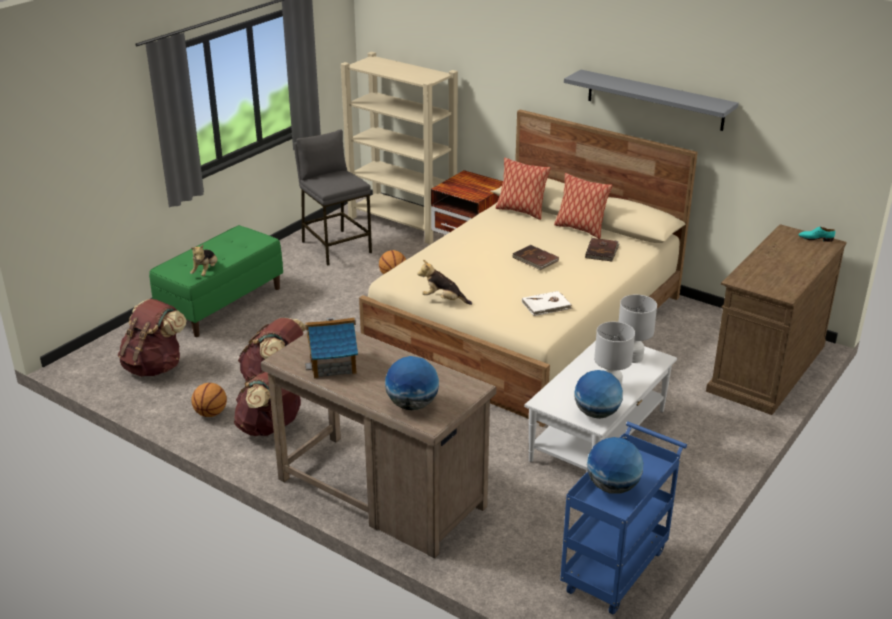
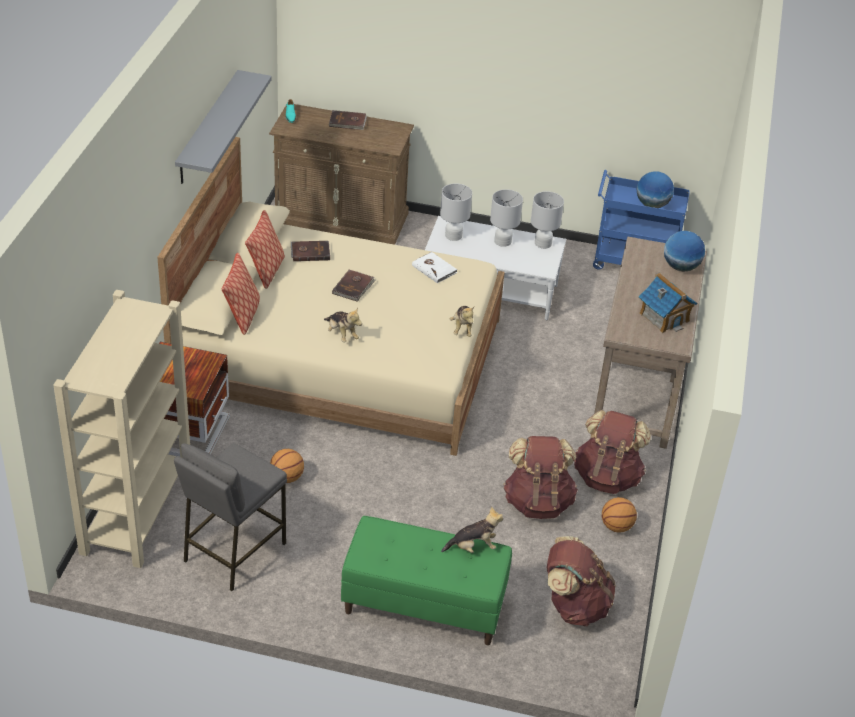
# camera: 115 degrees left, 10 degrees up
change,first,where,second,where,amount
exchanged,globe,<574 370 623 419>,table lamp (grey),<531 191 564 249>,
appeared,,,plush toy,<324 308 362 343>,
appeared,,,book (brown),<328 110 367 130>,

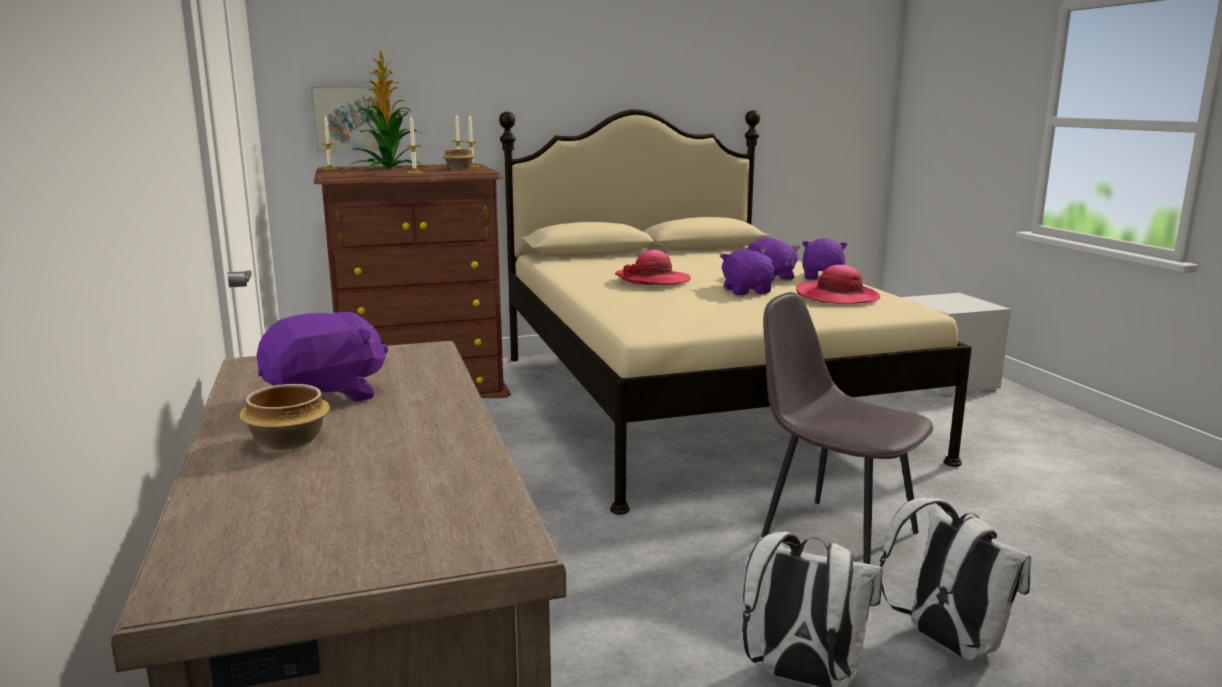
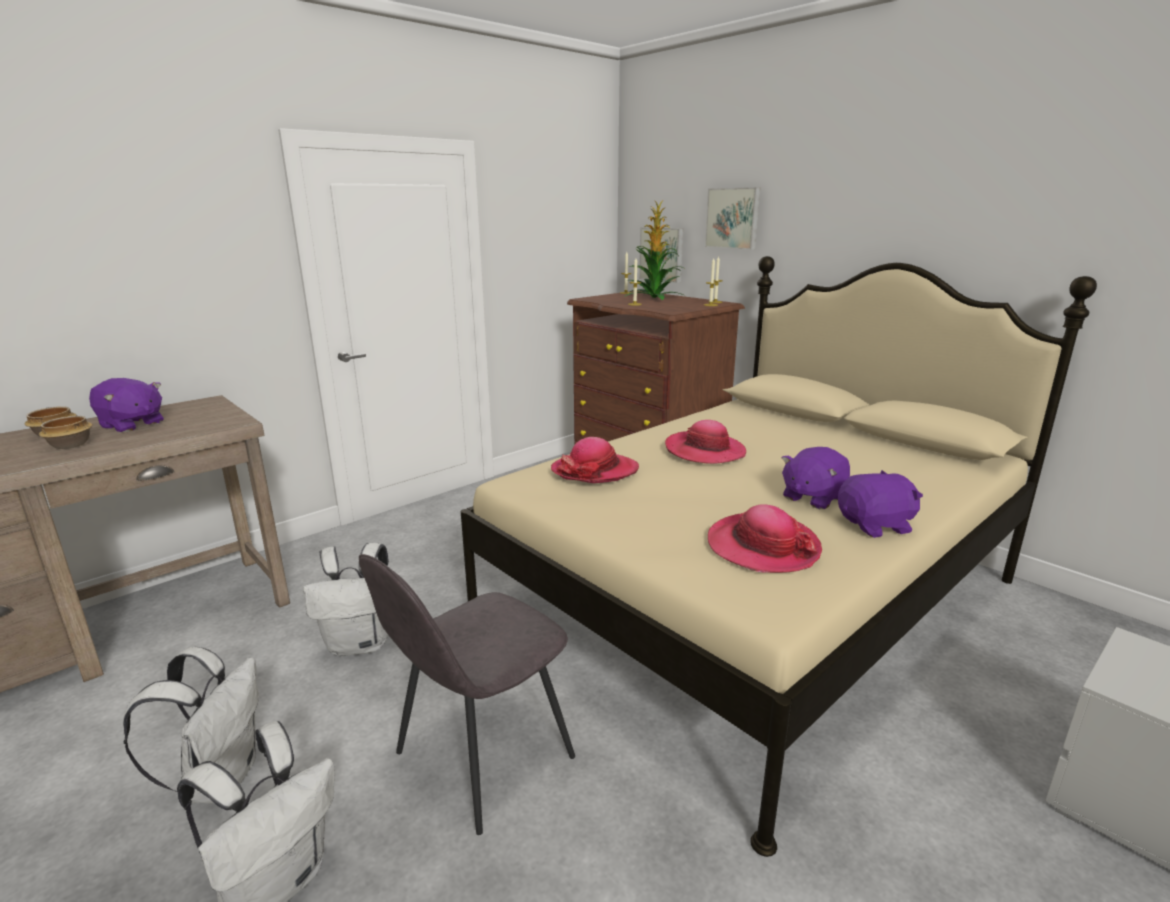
# camera: 65 degrees right, 5 degrees up
change,first,where,second,where,amount
relocated,bowl,<443 149 475 170>,,<39 416 93 449>,
missing,plush toy (purple),<720 249 774 295>,,,
spun,chair (grey),<761 292 933 564>,,<359 554 575 835>,150 degrees counterclockwise
appeared,,,backpack (white),<303 543 389 656>,
appeared,,,hat,<551 437 639 483>,
appeared,,,picture,<705 187 761 250>,

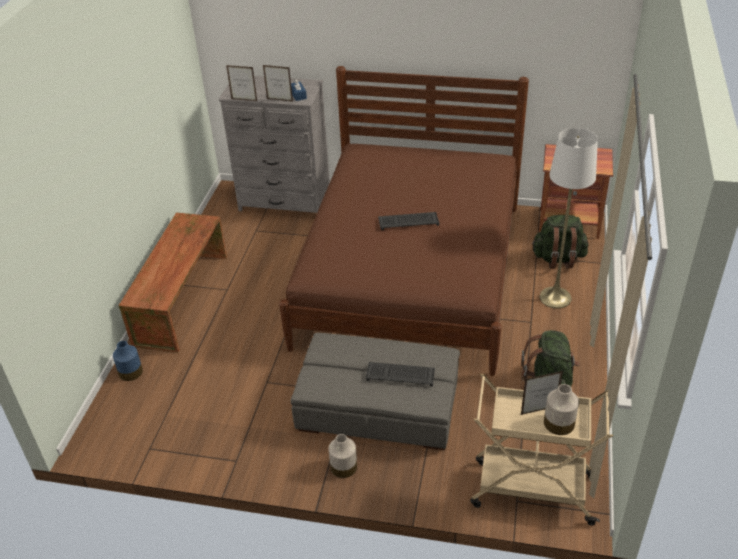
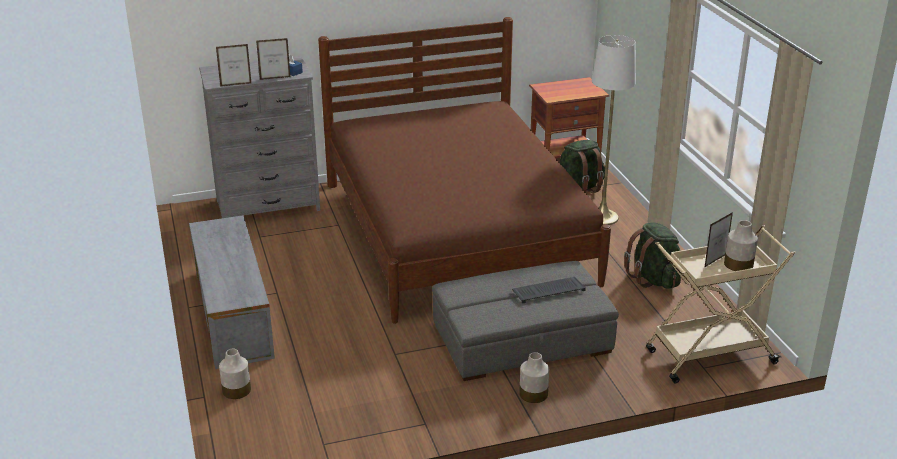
# camera: 30 degrees left, 10 degrees down
change,first,where,second,where,amount
colour,vase (blue),<113 341 143 381>,vase (beige),<219 349 251 399>,
colour,bench (brown),<118 213 227 353>,bench (grey),<189 215 275 369>,
missing,keyboard,<378 212 439 230>,,,

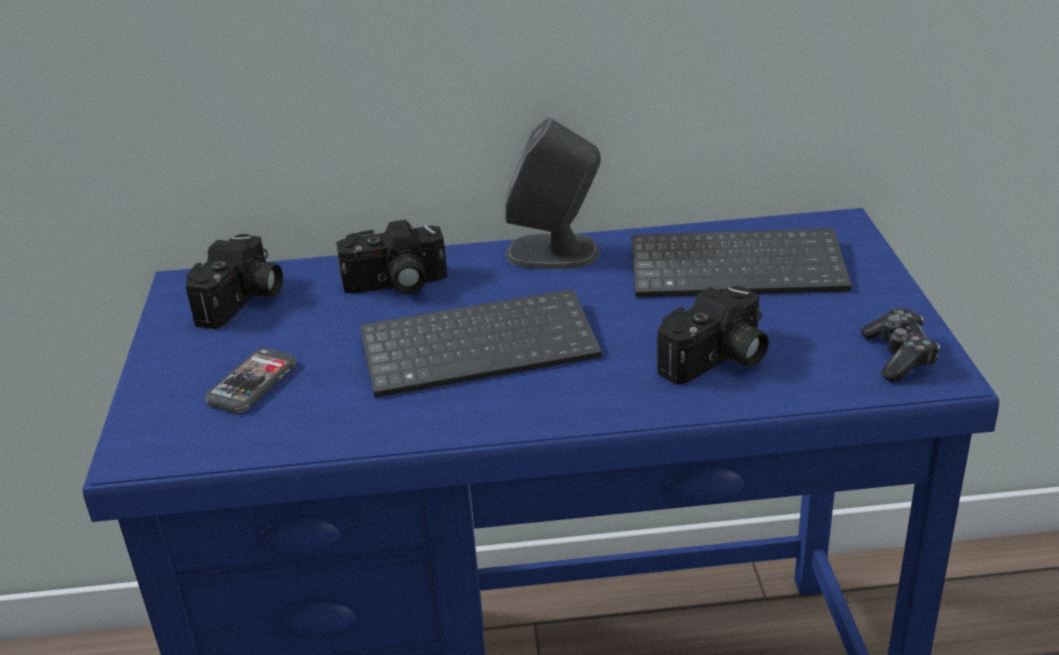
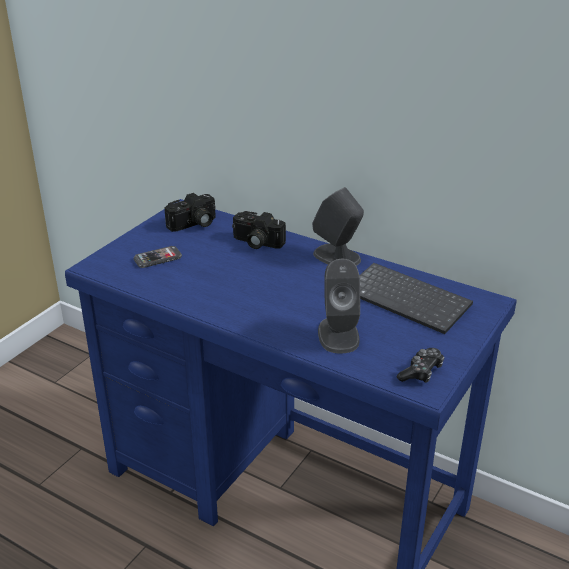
# camera: 35 degrees right, 0 degrees up
change,first,where,second,where,amount
missing,keyboard,<360 289 602 398>,,,
exchanged,photo camera,<657 286 769 385>,speaker (grey),<318 259 360 353>,

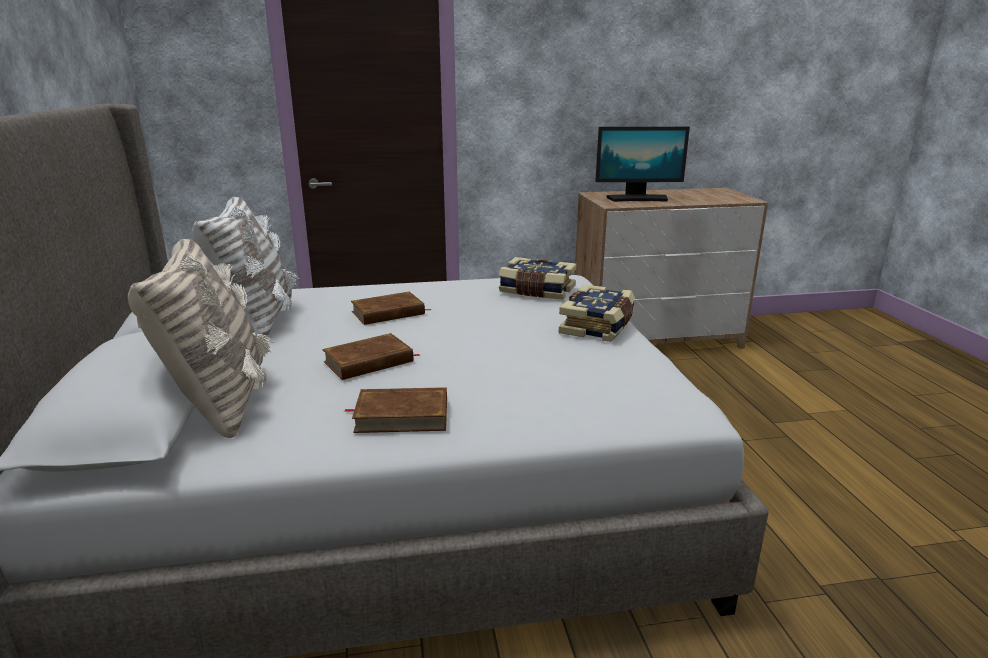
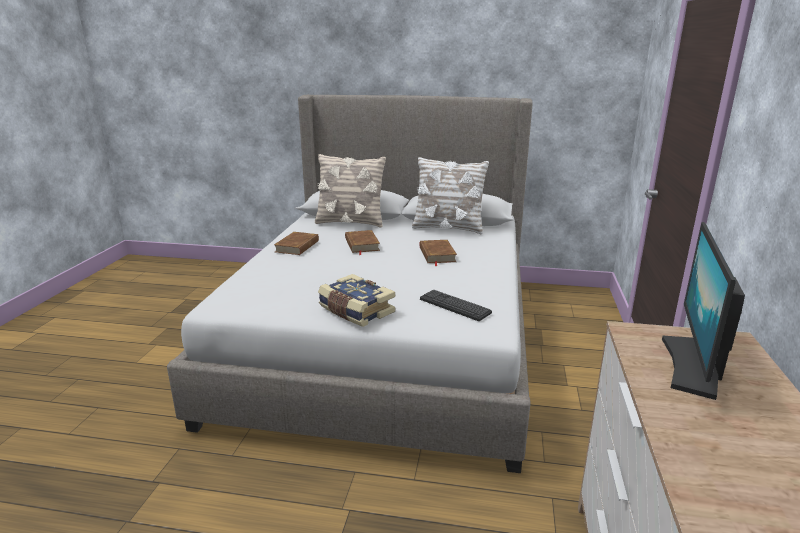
# camera: 110 degrees right, 0 degrees up
change,first,where,second,where,amount
exchanged,book,<499 257 577 300>,keyboard,<420 289 492 321>,

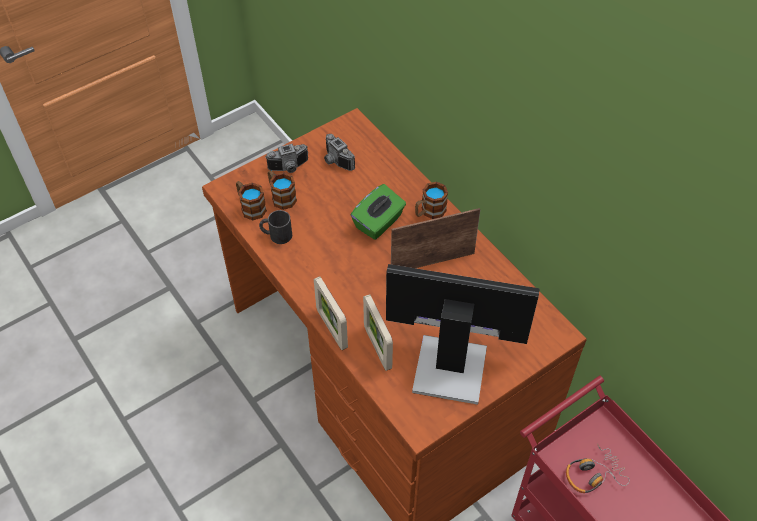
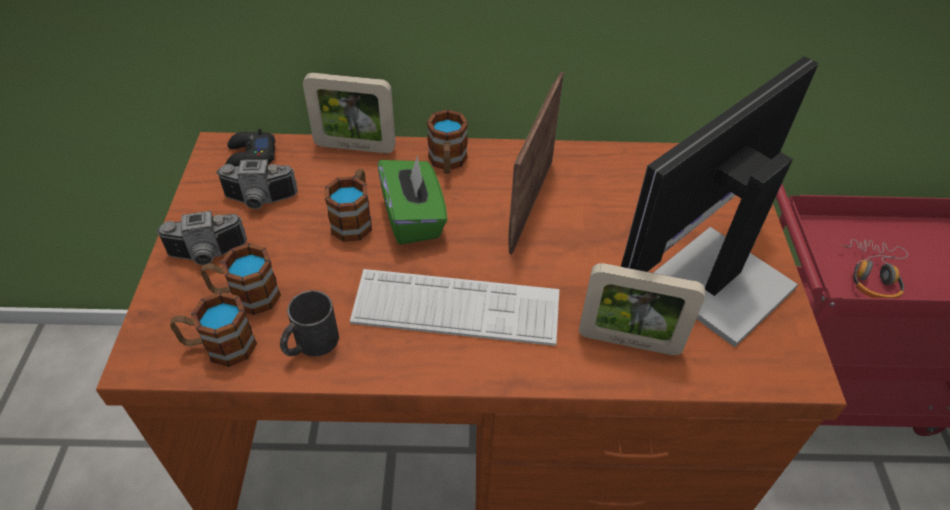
# camera: 55 degrees left, 5 degrees down
change,first,where,second,where,amount
spun,photo camera,<265 144 308 173>,,<156 211 247 265>,60 degrees clockwise
relocated,picture frame,<314 276 348 350>,,<303 73 396 153>,
appeared,,,game controller (black),<225 128 275 166>,
appeared,,,mug,<325 169 372 242>,
appeared,,,keyboard,<350 269 559 346>,

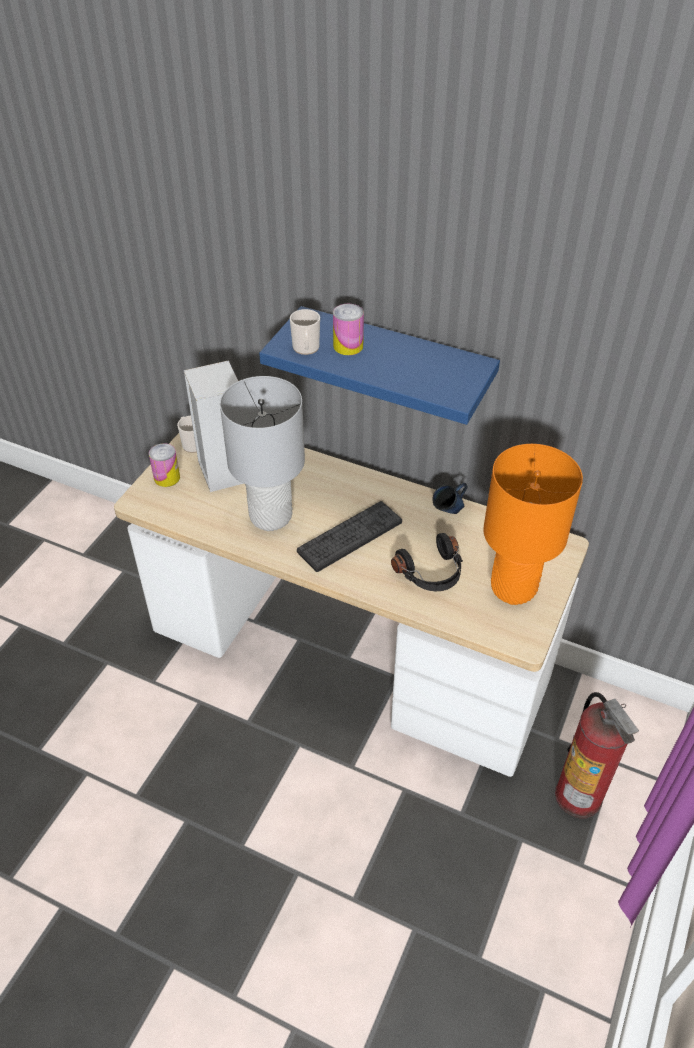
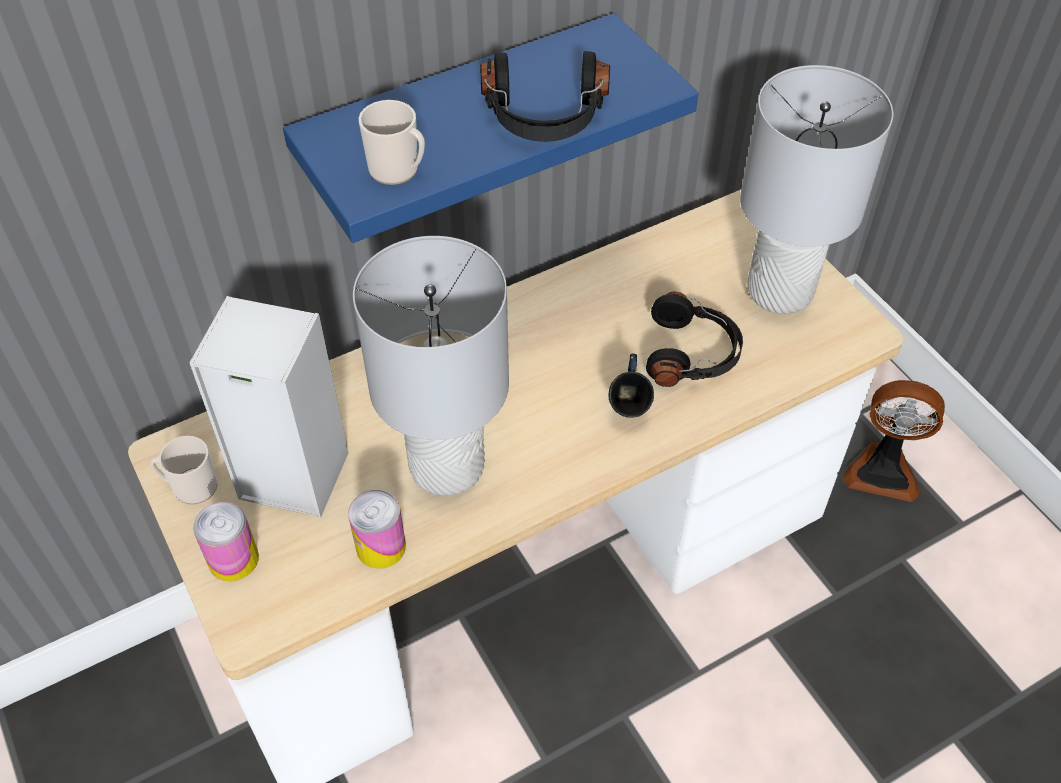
# camera: 55 degrees left, 5 degrees up
change,first,where,second,where,amount
missing,keyboard,<297 501 402 572>,,,
relocated,can,<333 304 364 355>,,<348 490 406 569>,
relocated,mug (blue),<432 483 468 514>,,<609 353 654 418>,
colour,table lamp (orange),<483 444 583 605>,table lamp (grey),<740 65 893 314>,
exchanged,fire extinguisher,<555 692 639 818>,fan,<844 380 945 502>,
appeared,,,headphones (black),<480 51 610 142>,

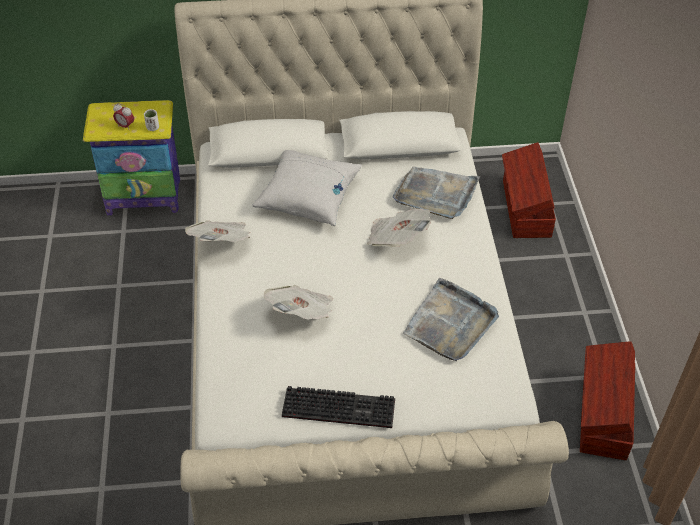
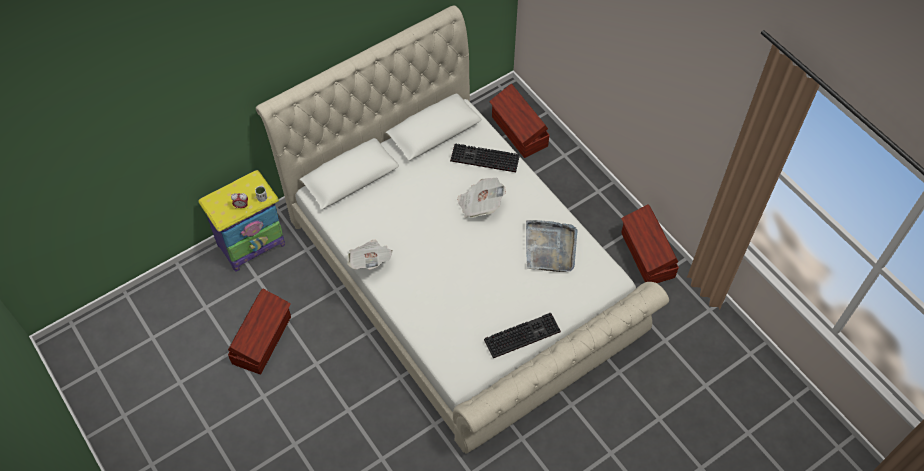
# camera: 30 degrees left, 10 degrees up
change,first,where,second,where,amount
missing,pillow (grey),<252 150 362 226>,,,
missing,newspaper,<264 285 333 320>,,,
exchanged,tray (grey),<393 166 480 219>,keyboard,<450 143 520 172>,
appeared,,,storage box (brown),<228 288 291 374>,

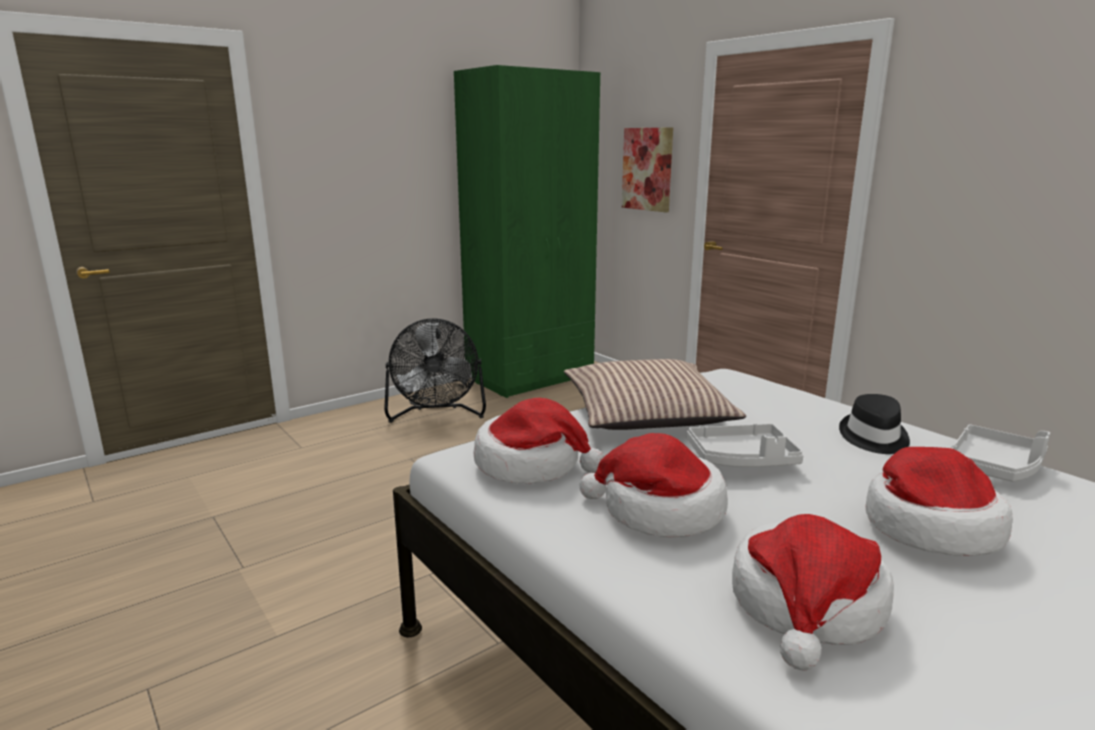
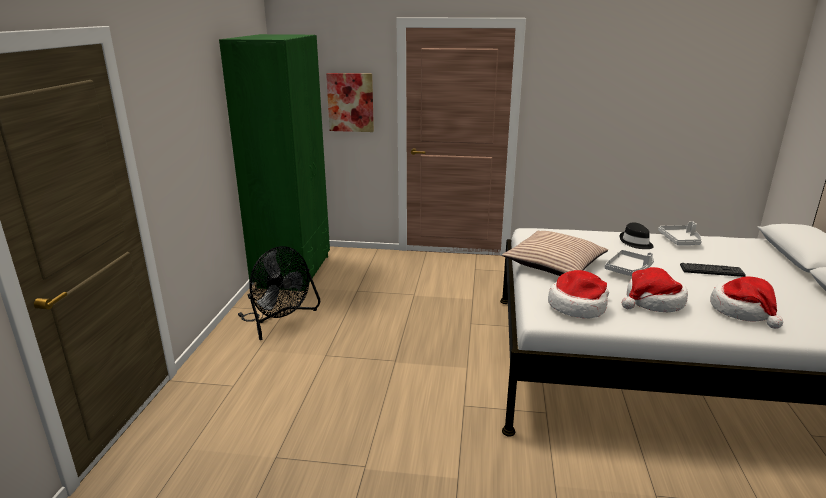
# camera: 45 degrees left, 5 degrees up
change,first,where,second,where,amount
exchanged,hat,<866 447 1013 556>,keyboard,<680 263 746 277>,

